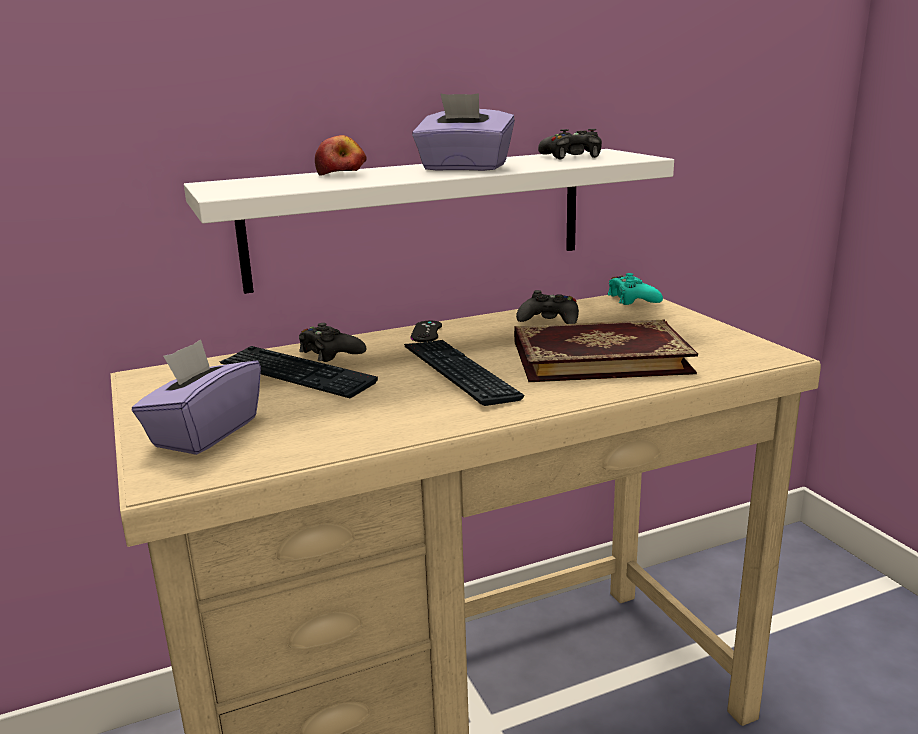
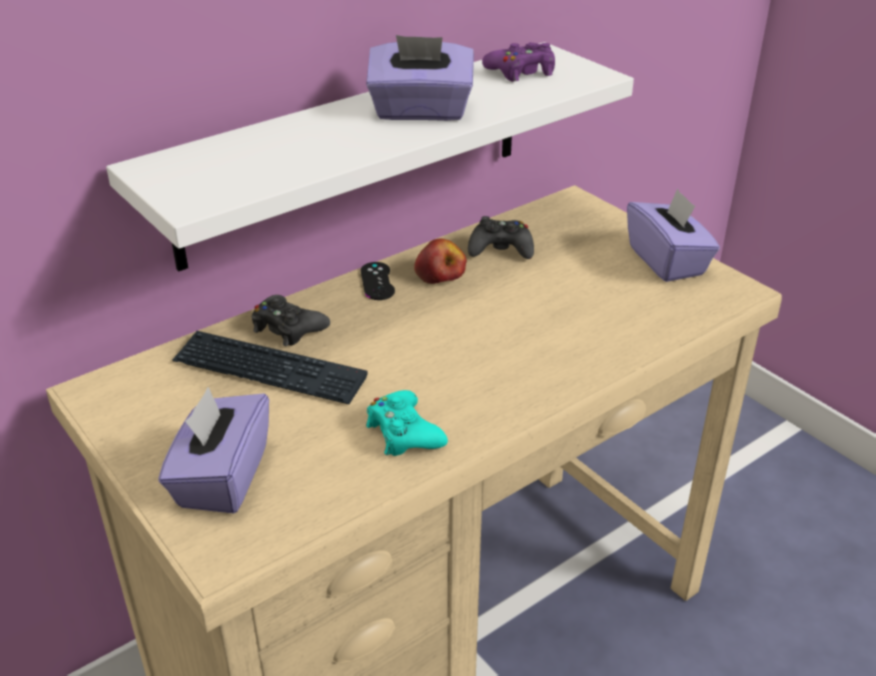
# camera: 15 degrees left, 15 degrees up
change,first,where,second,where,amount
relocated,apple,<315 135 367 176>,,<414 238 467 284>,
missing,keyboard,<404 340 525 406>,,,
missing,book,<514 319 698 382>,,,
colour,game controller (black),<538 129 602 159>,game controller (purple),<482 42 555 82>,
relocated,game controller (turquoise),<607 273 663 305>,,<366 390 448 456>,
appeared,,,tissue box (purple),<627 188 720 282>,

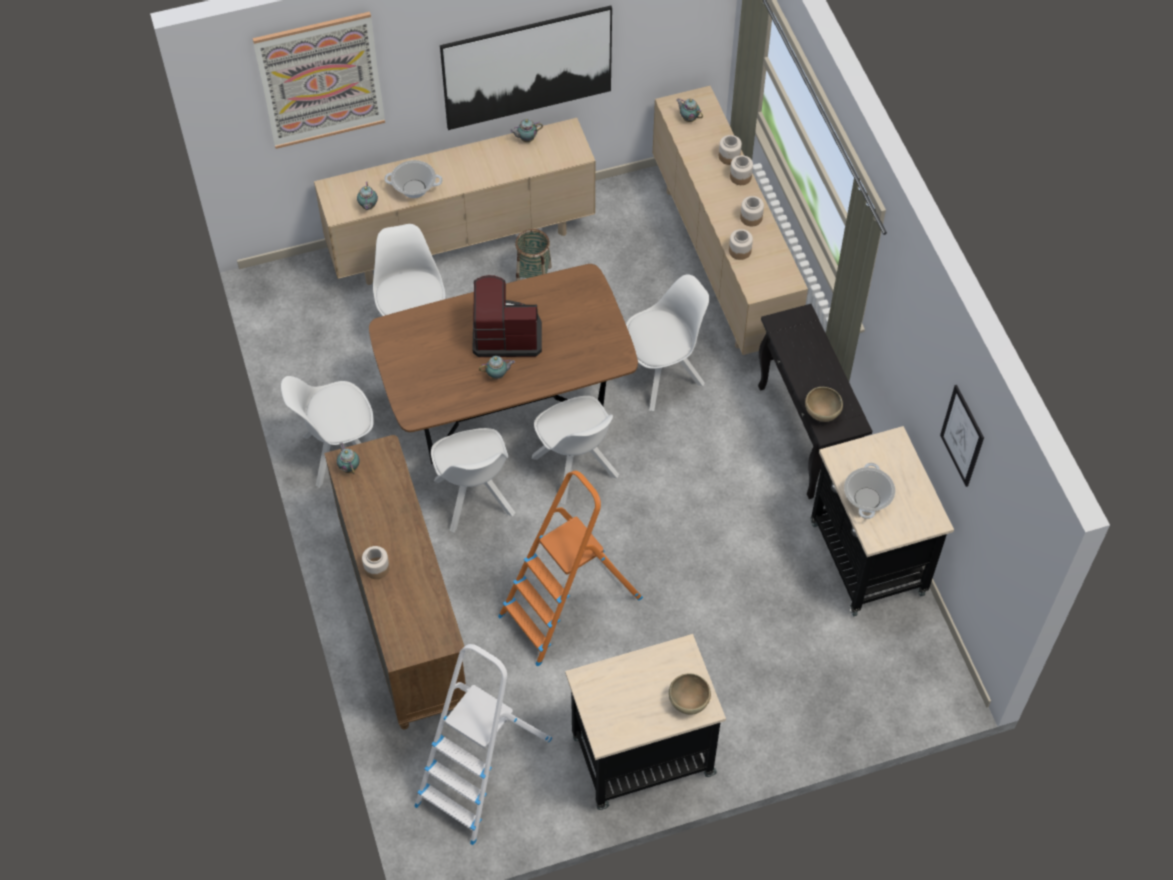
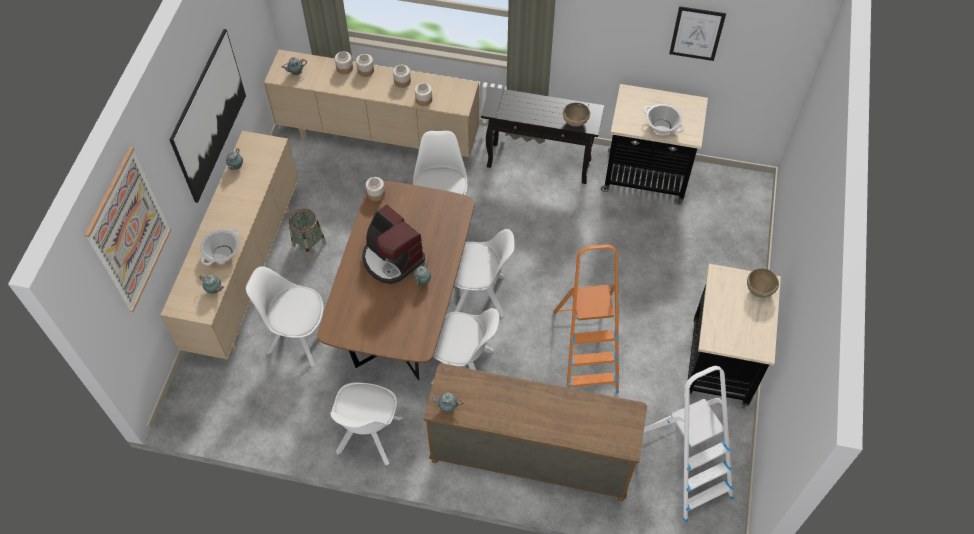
# camera: 60 degrees left, 0 degrees up
change,first,where,second,where,amount
relocated,jar,<362 546 390 579>,,<366 177 385 201>,
spun,coffee machine,<473 275 542 357>,,<362 204 425 284>,75 degrees counterclockwise

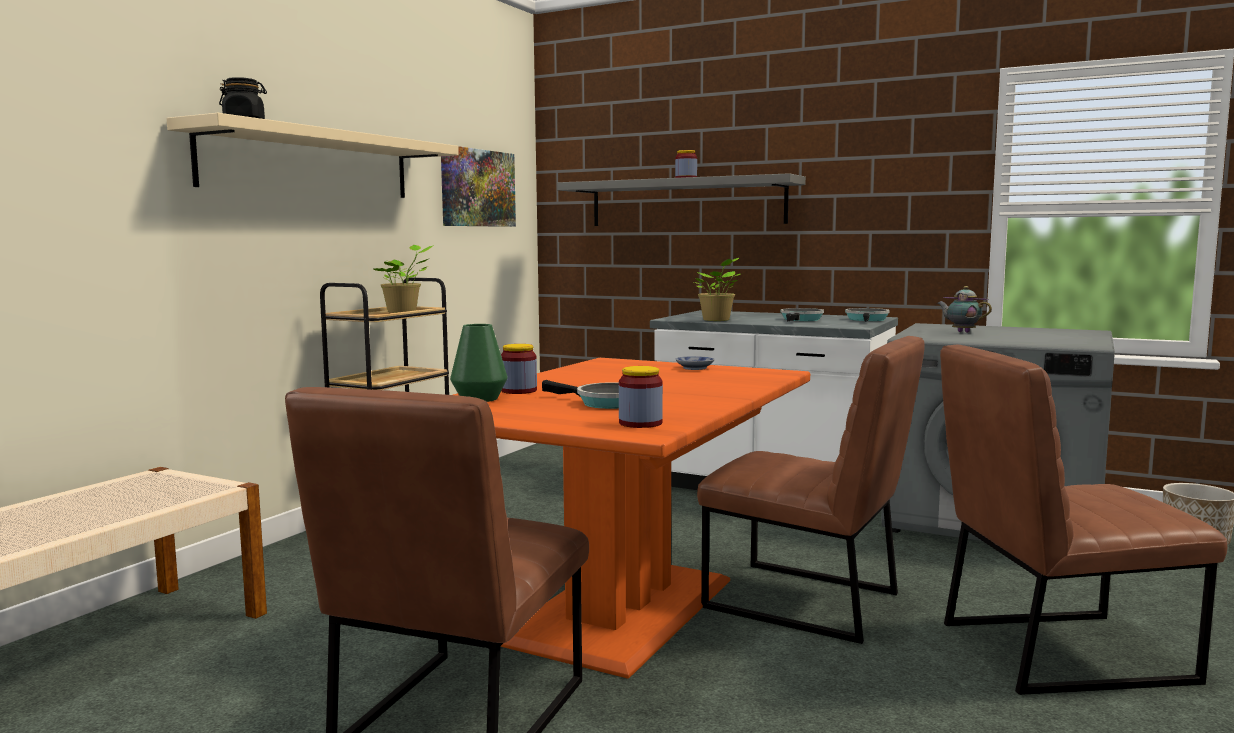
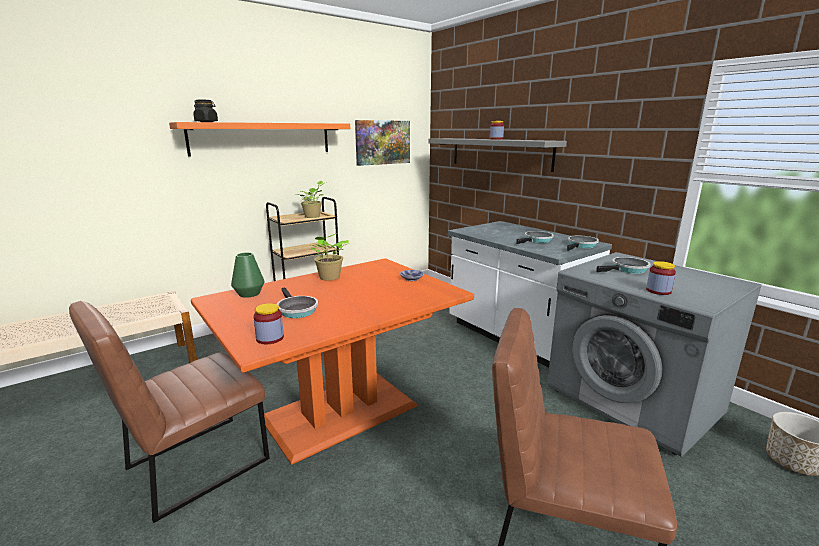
# camera: 25 degrees right, 10 degrees up
change,first,where,second,where,amount
colour,shelf (beige),<166 113 459 198>,shelf (orange),<169 122 350 157>,
relocated,jar,<501 344 537 394>,,<646 261 676 295>,
relocated,potted plant,<694 258 740 321>,,<310 233 349 281>,
missing,chair (brown),<697 336 925 644>,,,
exchanged,teapot,<937 286 992 333>,frying pan,<596 257 651 274>,

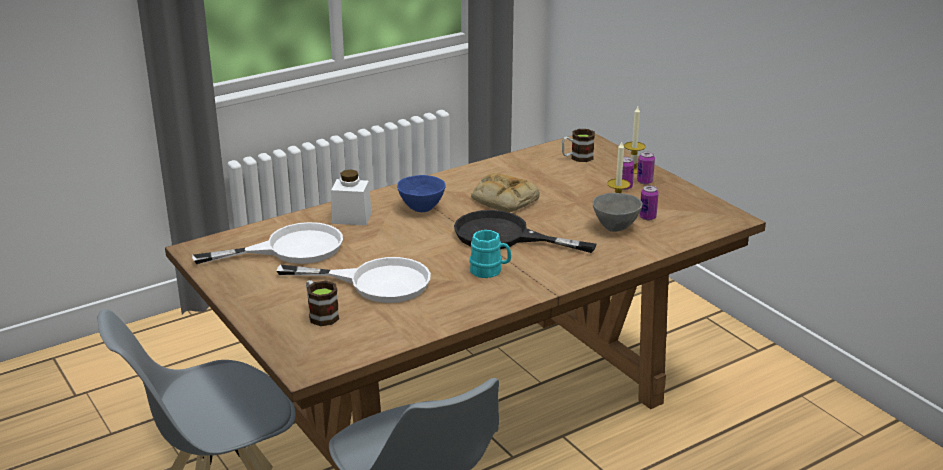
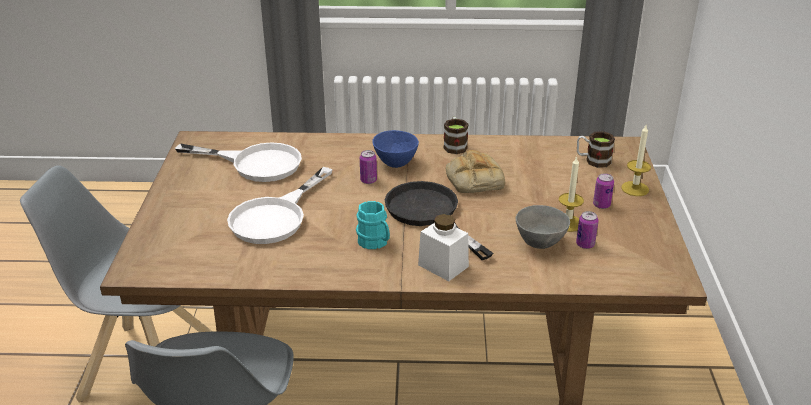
# camera: 35 degrees right, 5 degrees up
change,first,where,second,where,amount
spun,frying pan (white),<277 257 431 303>,,<227 167 332 244>,75 degrees clockwise
relocated,mug,<306 280 339 326>,,<443 117 469 154>,
relocated,jar (white),<331 170 372 226>,,<418 214 469 281>,
relocated,can,<637 151 655 184>,,<360 150 377 184>,

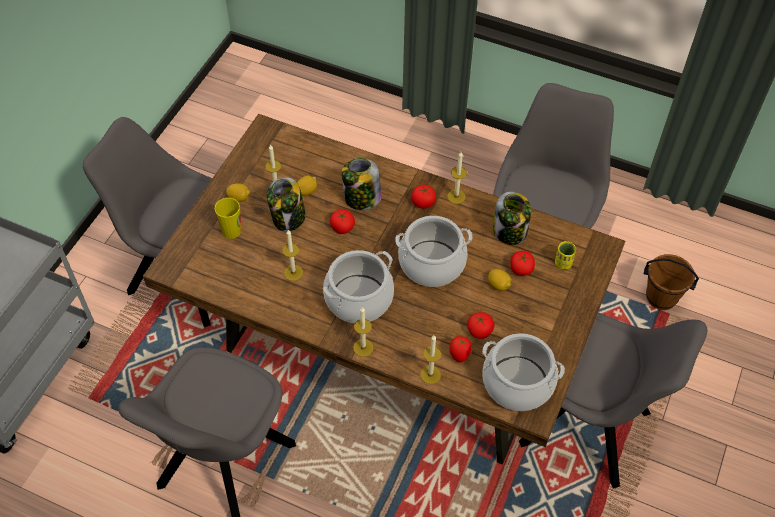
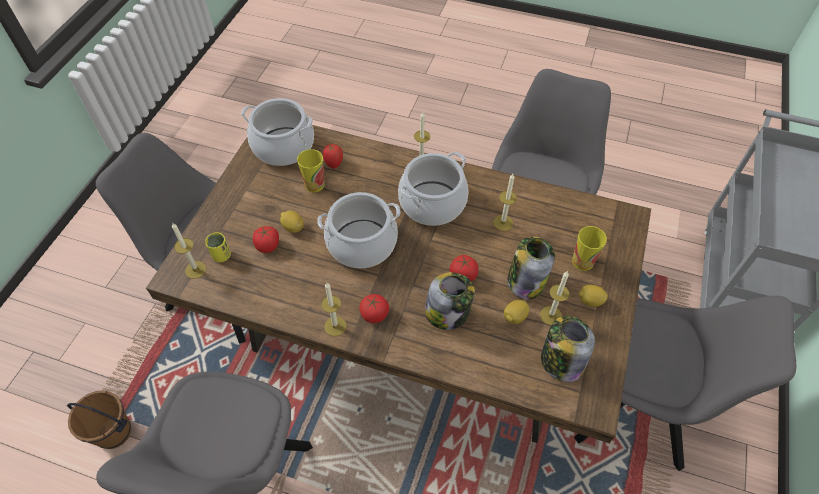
# camera: 175 degrees right, 0 degrees up
change,first,where,second,where,amount
relocated,candle,<420 336 442 384>,,<172 222 207 279>,
exchanged,tomato,<467 312 494 339>,cup,<297 149 325 192>,
relocated,jar,<493 192 531 245>,,<541 316 595 382>,

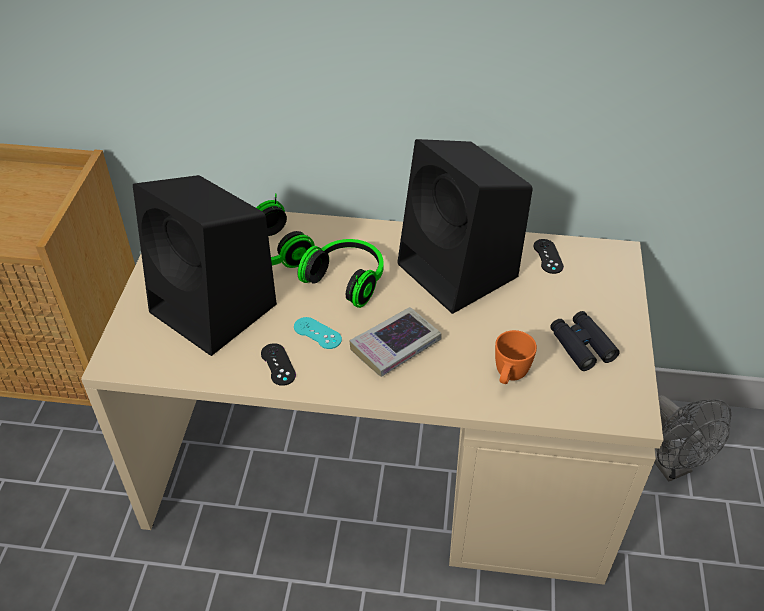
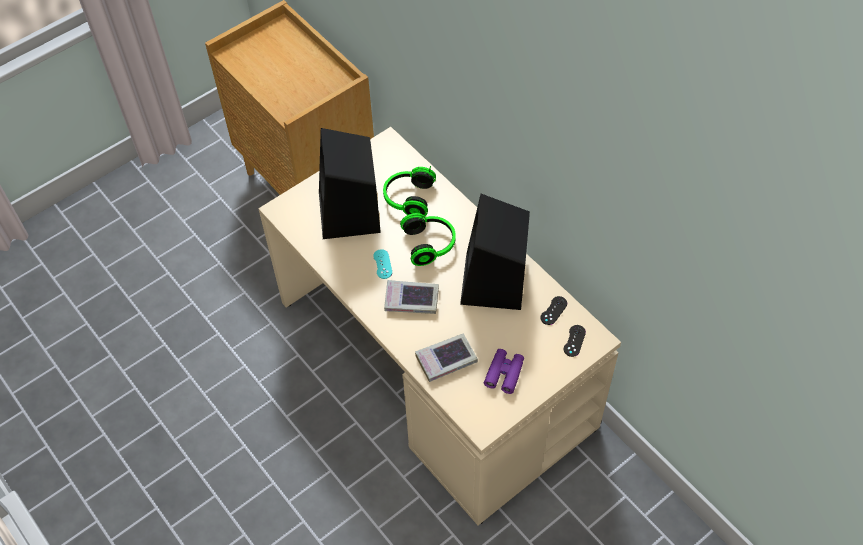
# camera: 45 degrees right, 10 degrees up
change,first,where,second,where,amount
relocated,game controller (black),<261 343 296 386>,,<564 325 586 357>,
exchanged,mug (orange),<495 330 537 384>,book,<415 333 478 382>,
colour,binoculars (black),<550 311 620 371>,binoculars (purple),<484 349 524 394>,
missing,fan (grey),<654 395 731 482>,,,

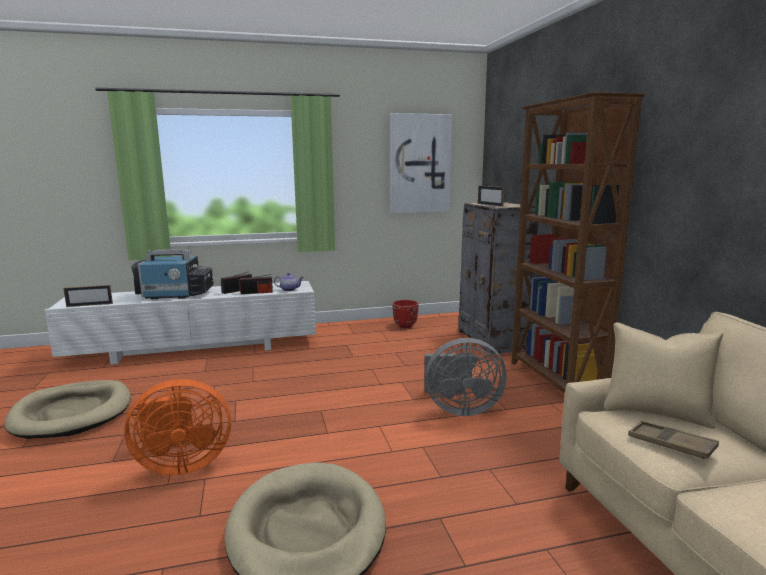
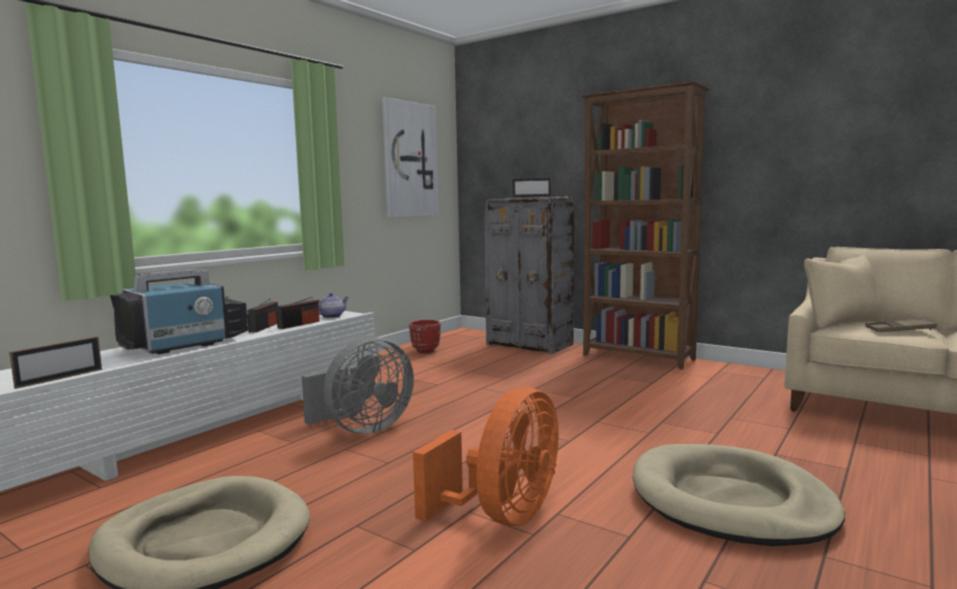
# camera: 40 degrees left, 5 degrees down
change,first,where,second,where,amount
relocated,fan (grey),<424 338 507 416>,,<302 337 414 434>,

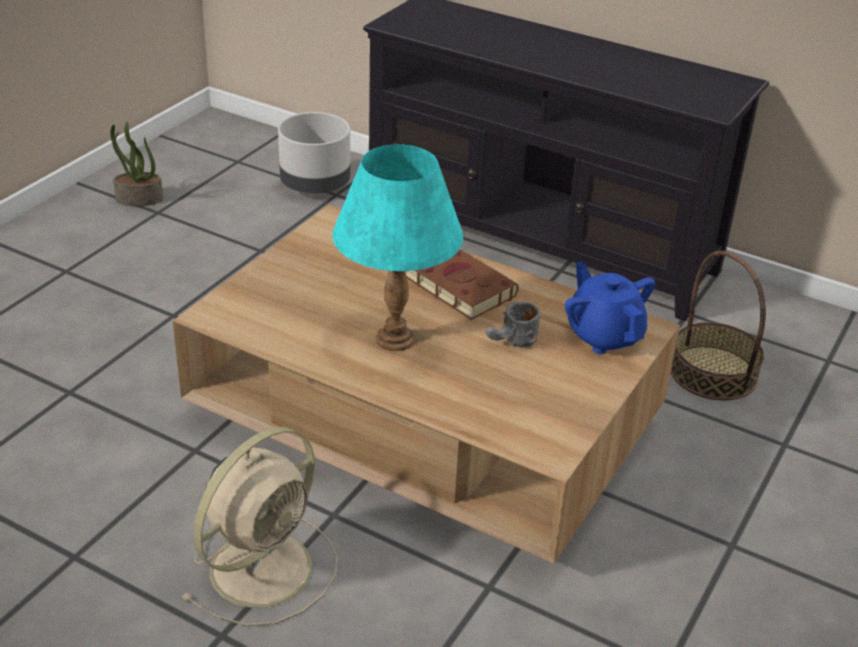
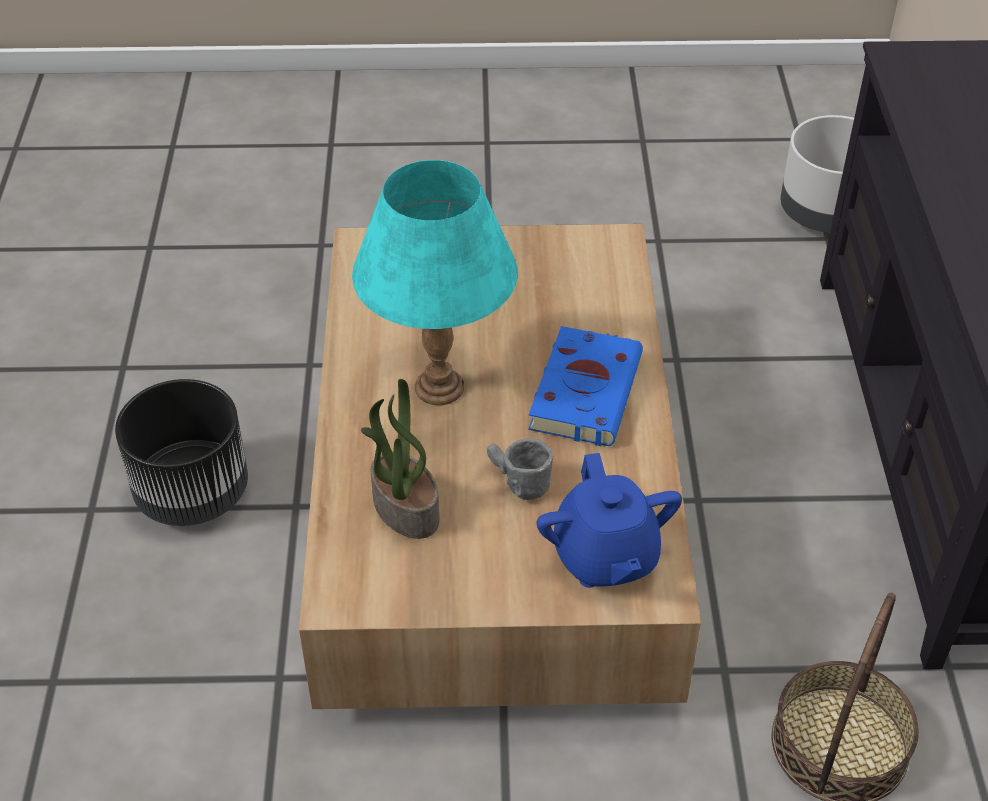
# camera: 60 degrees right, 10 degrees up
change,first,where,second,where,amount
relocated,potted plant,<110 121 163 206>,,<361 379 439 539>,
exchanged,fan (beige),<181 427 338 626>,planter (black),<115 379 248 526>,
colour,book (brown),<406 249 519 320>,book (blue),<528 326 643 446>,
spun,teapot (blue),<565 262 655 354>,,<537 453 682 588>,135 degrees clockwise

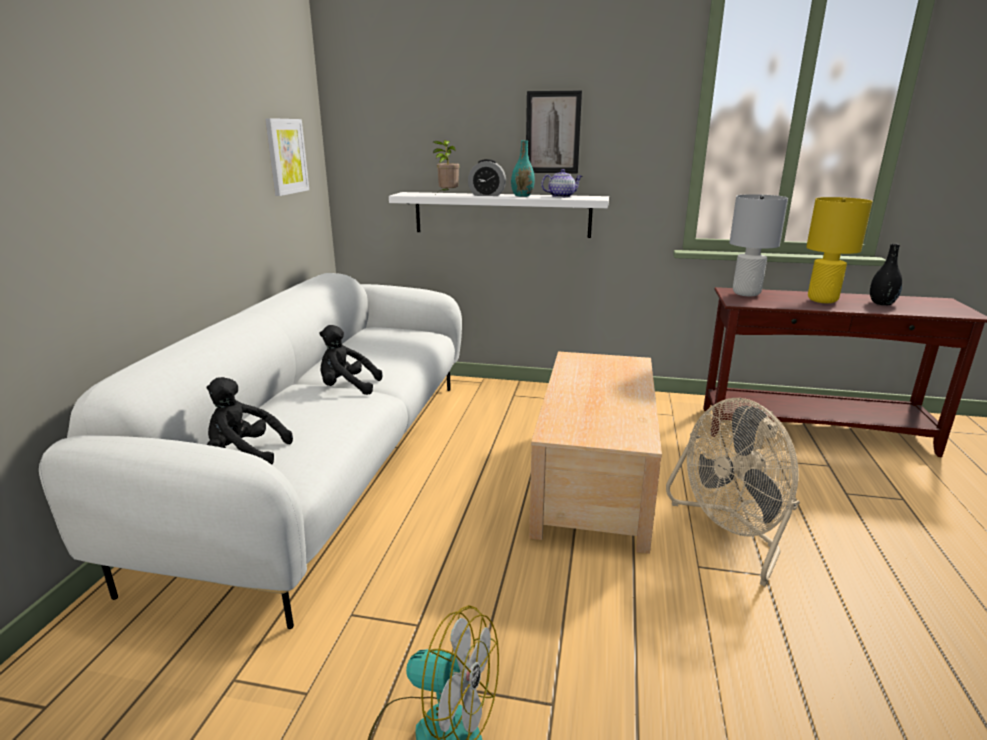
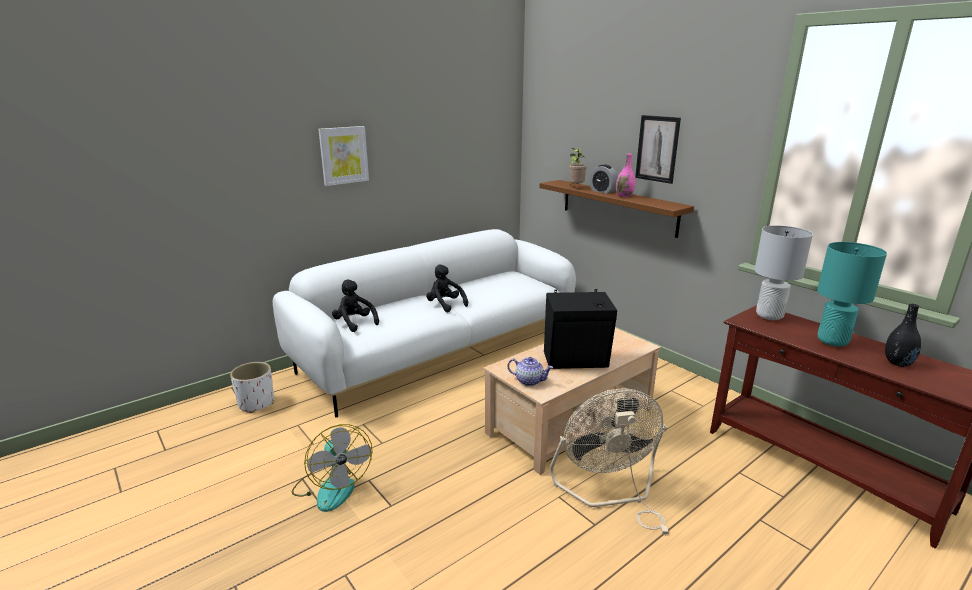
# camera: 40 degrees right, 0 degrees up
change,first,where,second,where,amount
relocated,picture,<265 118 309 196>,,<318 126 369 186>,
colour,shelf (white),<389 192 609 238>,shelf (brown),<540 180 694 238>,
colour,vase (turquoise),<511 140 535 197>,vase (pink),<616 154 635 197>,
relocated,teapot,<541 169 583 198>,,<507 357 553 386>,
spun,fan (beige),<666 398 800 587>,,<550 389 669 535>,60 degrees clockwise
colour,table lamp (yellow),<806 197 873 303>,table lamp (turquoise),<817 242 887 347>,
appeared,,,planter (white),<230 362 274 413>,
appeared,,,speaker (black),<544 289 617 369>,

